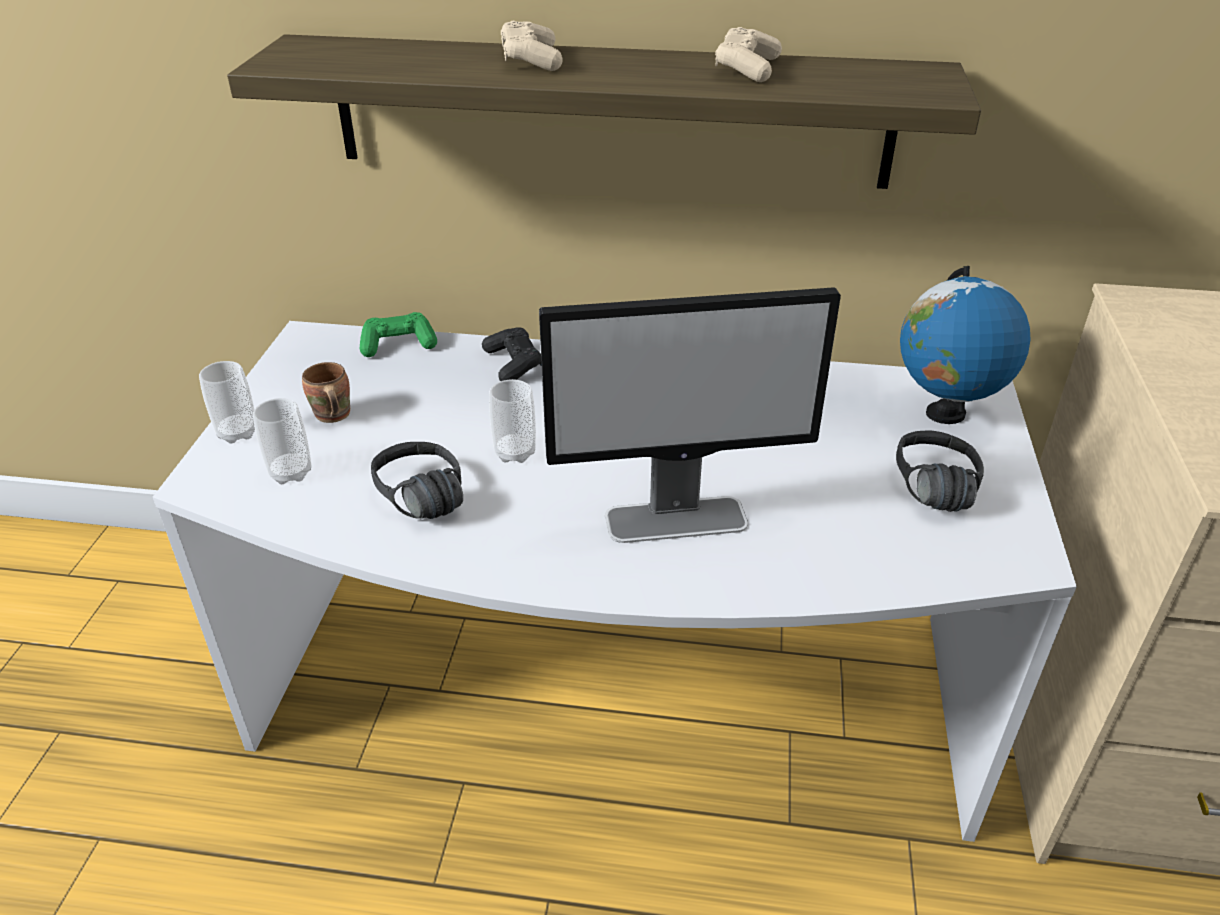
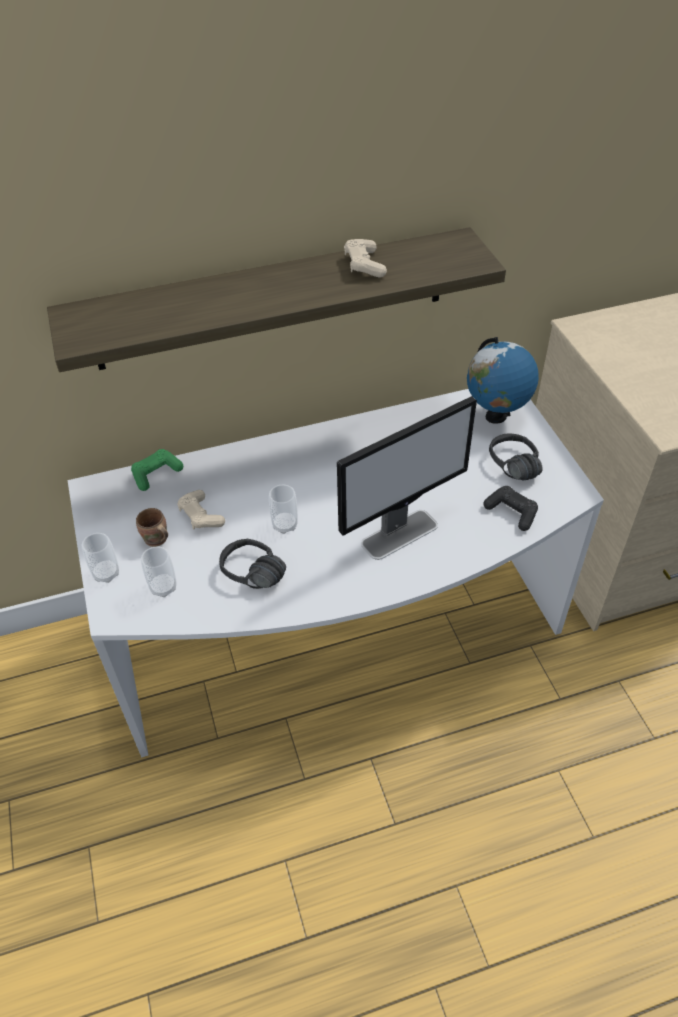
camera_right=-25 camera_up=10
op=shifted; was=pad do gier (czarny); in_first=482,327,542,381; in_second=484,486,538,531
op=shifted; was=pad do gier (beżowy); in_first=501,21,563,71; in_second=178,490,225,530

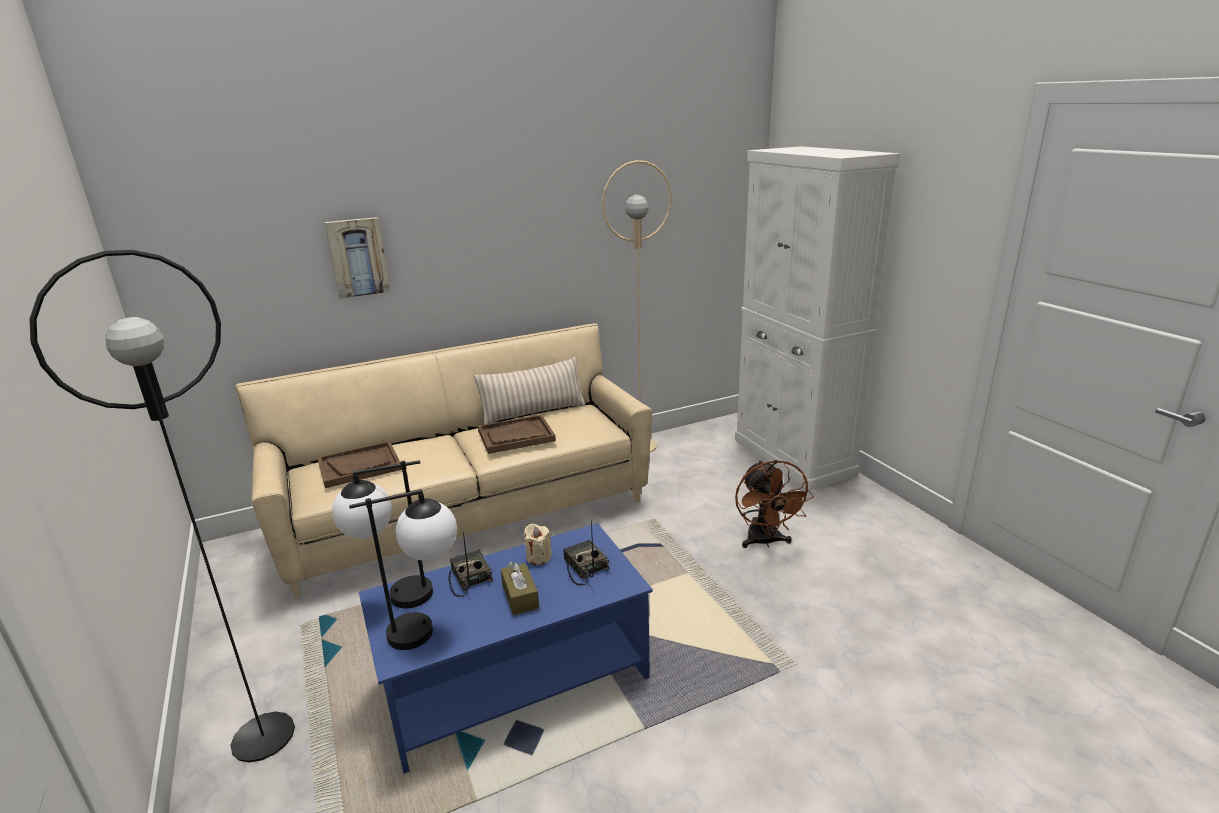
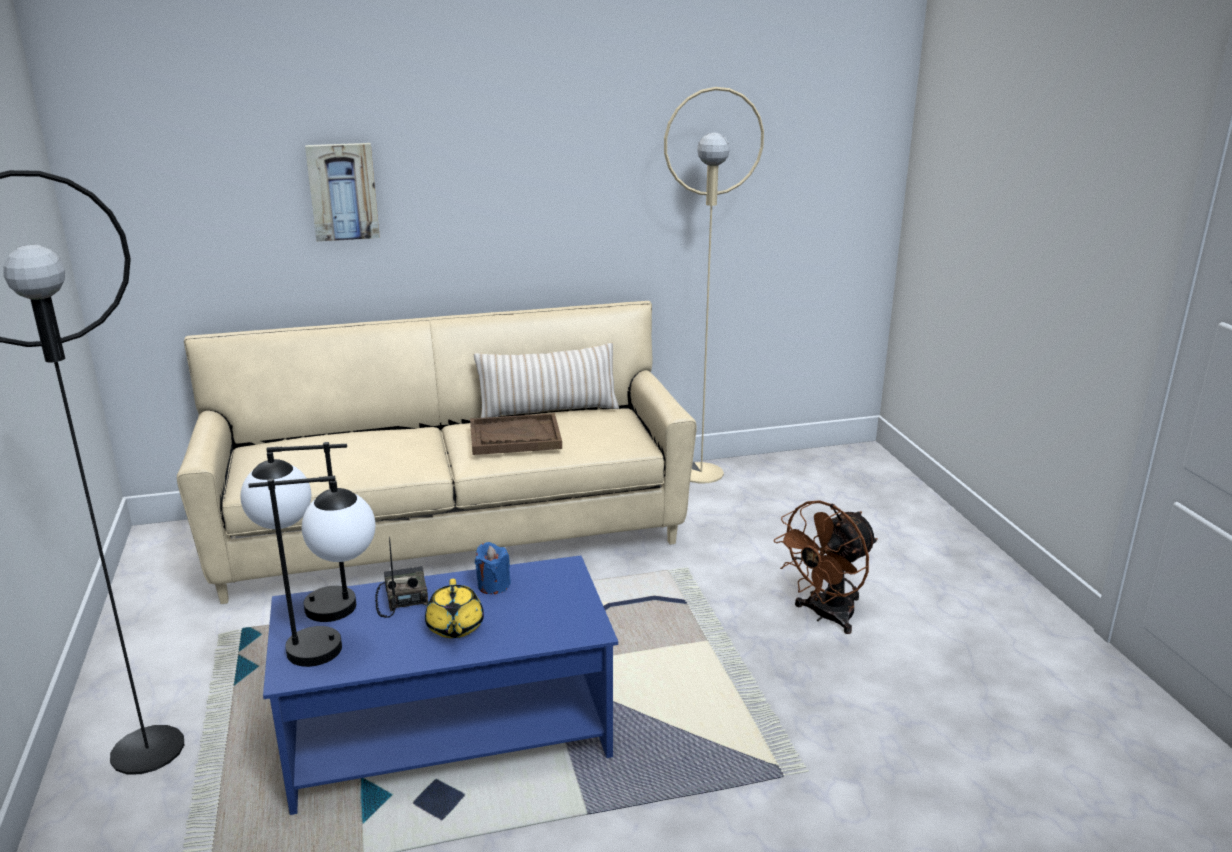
camera_right=10 camera_up=0
op=gone; was=taca (brązowy); in_first=317,441,402,488
op=swapped; was=pudełko chusteczek (brązowy); now=imbryk (żółty); in_first=501,562,539,615; in_second=425,579,484,638
op=repainted; was=świeca (beżowy); now=świeca (niebieski); in_first=524,524,552,565; in_second=475,542,511,594
op=gone; was=radio; in_first=563,521,609,585
op=gone; was=szafka (biały); in_first=735,146,901,491
op=rotated; was=wentylator (brązowy); in_first=735,460,814,548; in_second=774,500,878,634; clockwise=45

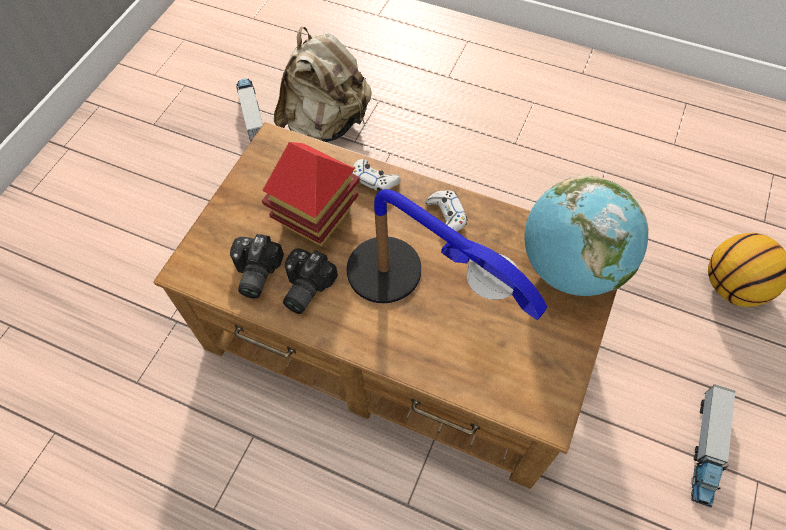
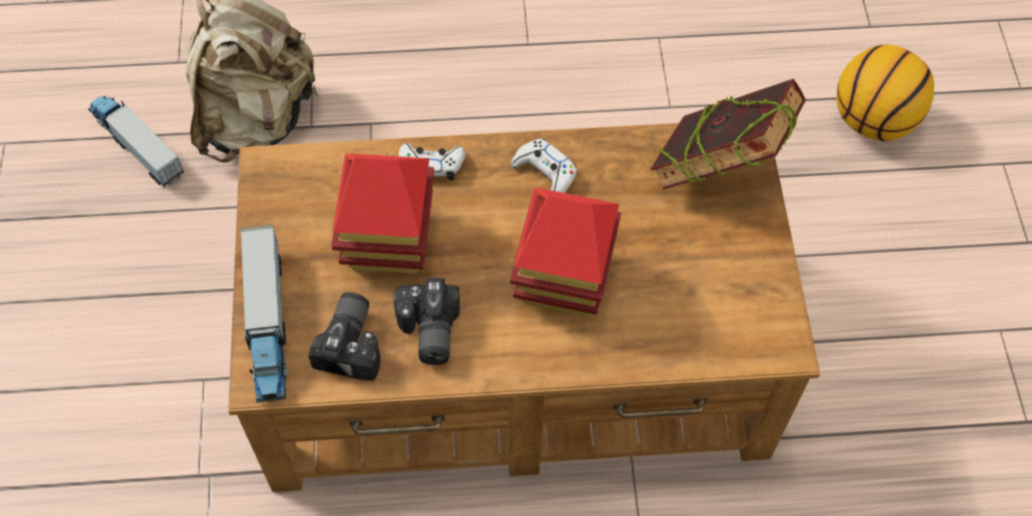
camera_right=-30 camera_up=0
op=rotated; was=aparat fotograficzny; in_first=230,234,284,299; in_second=309,292,381,381; clockwise=-150
op=swapped; was=lampa stołowa; now=domek; in_first=347,189,547,320; in_second=510,187,621,317
op=swapped; was=globus; now=książka; in_first=524,175,648,296; in_second=650,79,806,190
op=shifted; was=ciężarówka zabawkowa; in_first=691,384,735,507; in_second=240,225,288,403

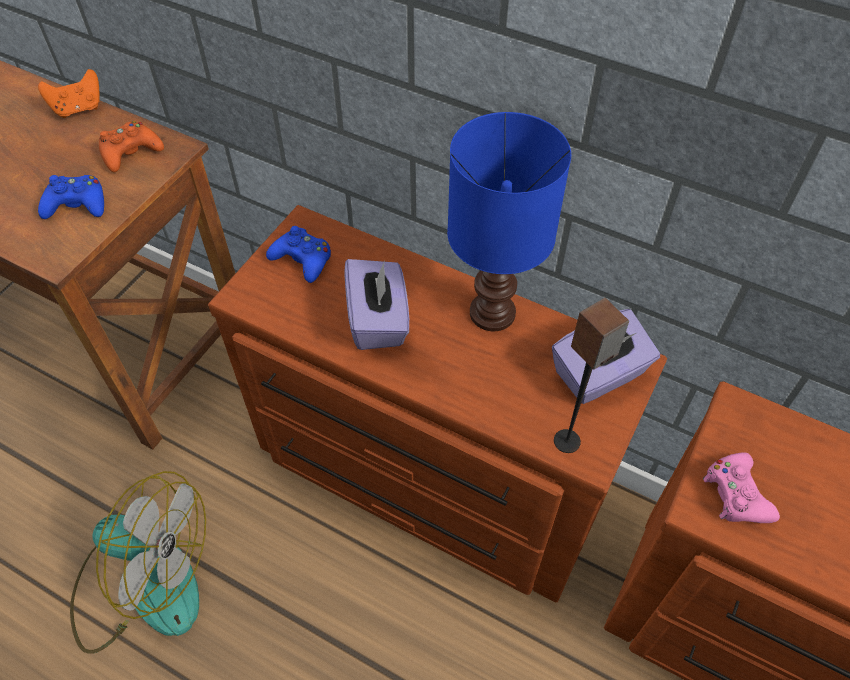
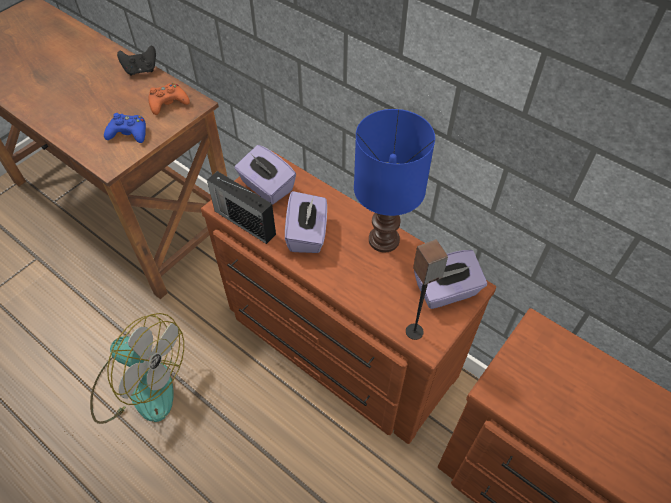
camera_right=10 camera_up=0
op=repainted; was=pad do gier (pomarańczowy); now=pad do gier (czarny); in_first=38,69,99,118; in_second=117,46,156,75
op=swapped; was=pad do gier (niebieski); now=pudełko chusteczek (fioletowy); in_first=266,226,331,283; in_second=235,145,296,205
op=gone; was=pad do gier (różowy); in_first=703,452,780,523
op=new; now=radio; in_second=207,171,276,244

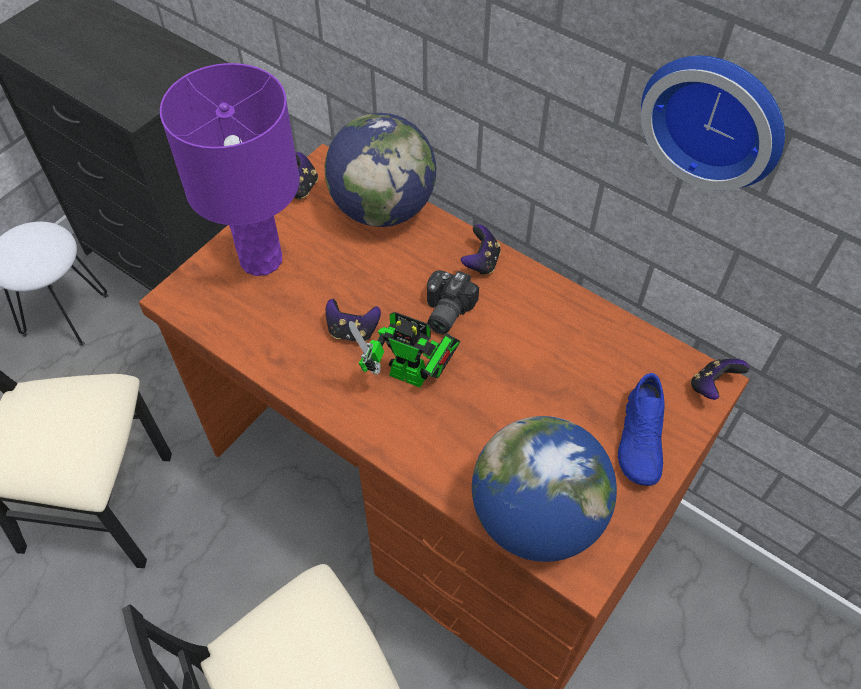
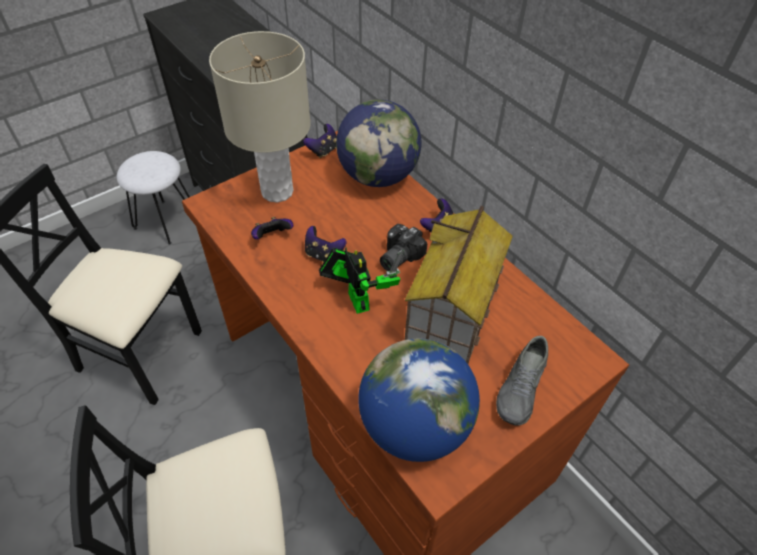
camera_right=15 camera_up=-5
op=repainted; was=lampa stołowa (fioletowy); now=lampa stołowa (beżowy); in_first=160,63,300,276; in_second=209,31,311,203
op=rotated; was=robot zabawkowy; in_first=349,312,461,388; in_second=319,247,405,314; clockwise=-150
op=repainted; was=but (niebieski); now=but (szary); in_first=618,373,664,486; in_second=496,336,548,425
op=gone; was=zegar ścienny; in_first=641,56,785,191
op=shifted; was=pad do gier; in_first=691,359,749,400; in_second=251,217,293,240
op=new; now=domek; in_second=405,206,513,364

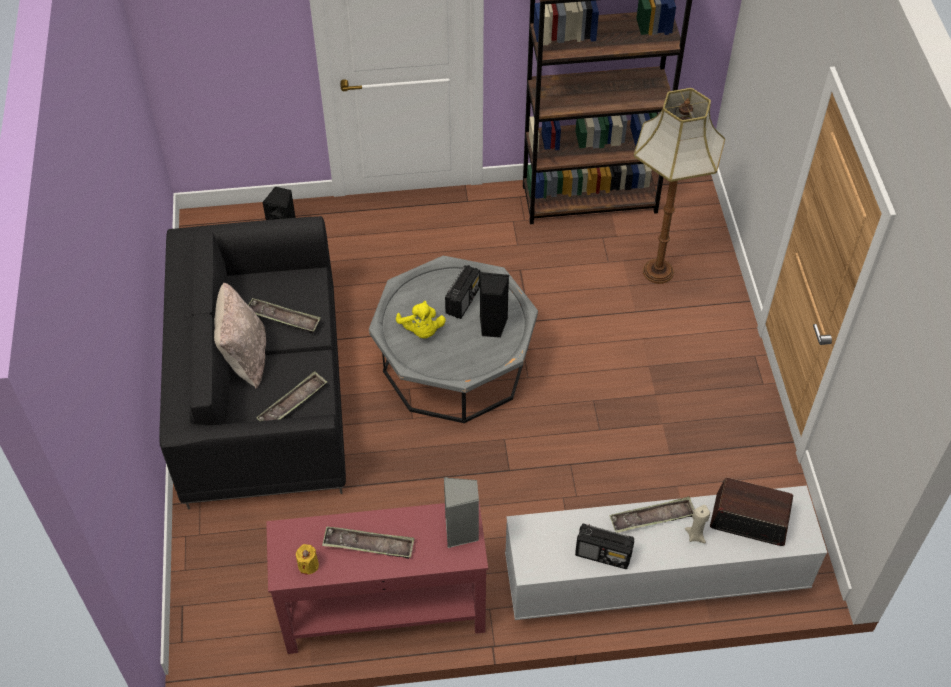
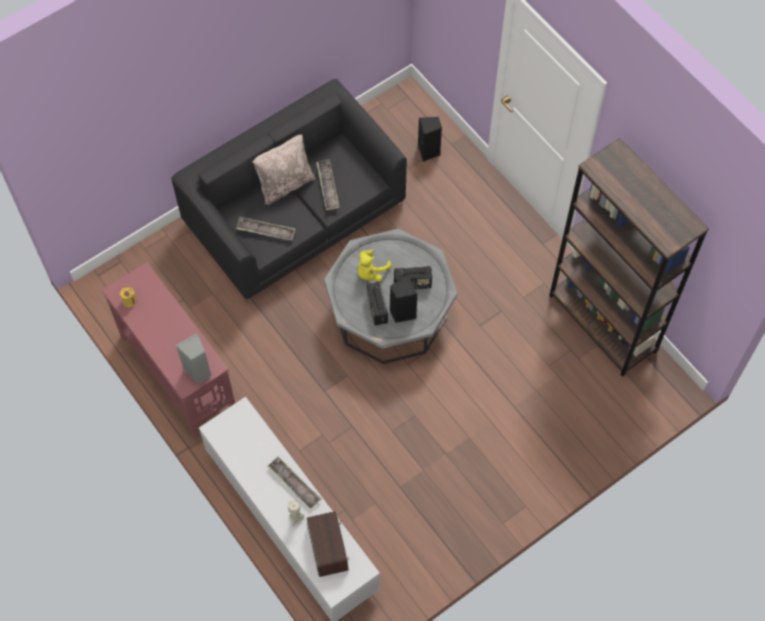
camera_right=60 camera_up=10
op=gone; was=taca; in_first=322,526,414,559
op=shifted; was=radio; in_first=575,524,634,569; in_second=367,282,388,326
op=gone; was=lampa stojąca; in_first=634,88,725,284

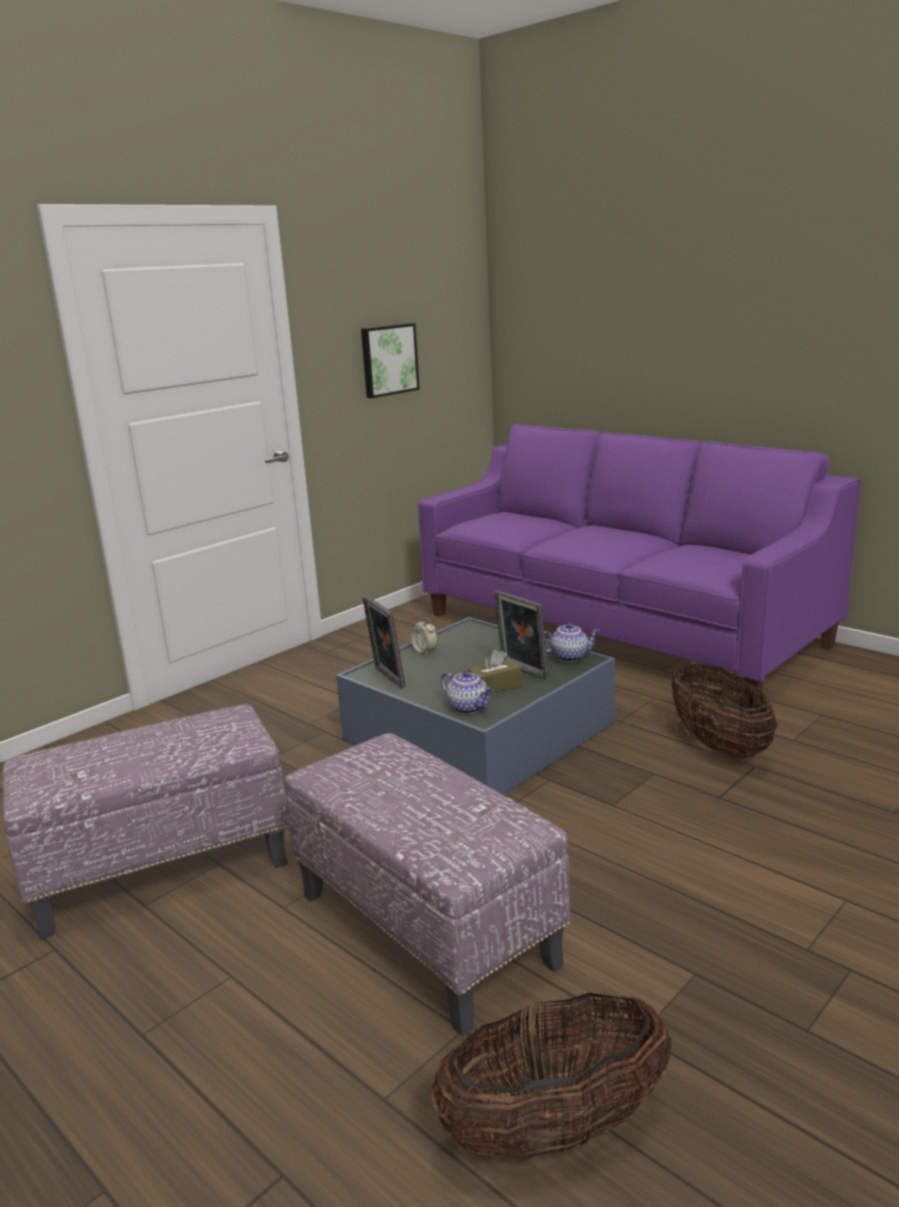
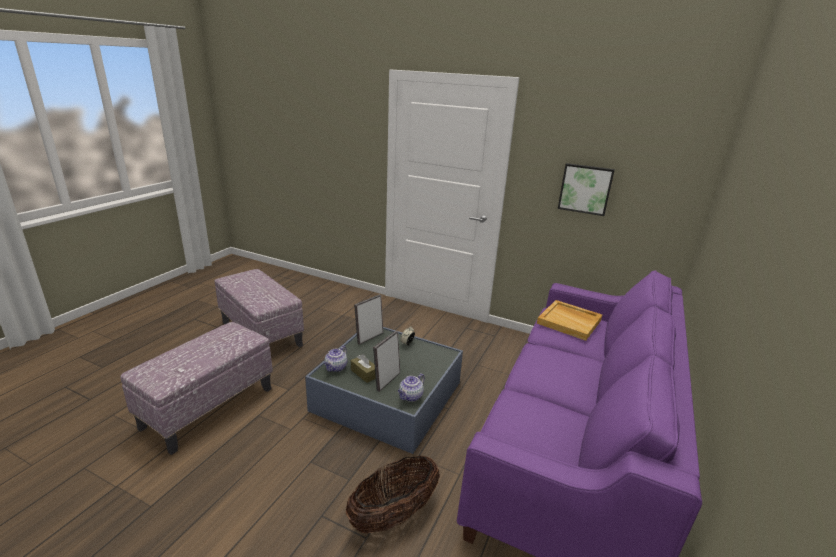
camera_right=70 camera_up=5
op=gone; was=koszyk; in_first=431,991,671,1160
op=rotated; was=imbryk; in_first=544,623,600,662; in_second=398,373,425,402; clockwise=60
op=new; now=taca (beżowy); in_second=537,300,602,341

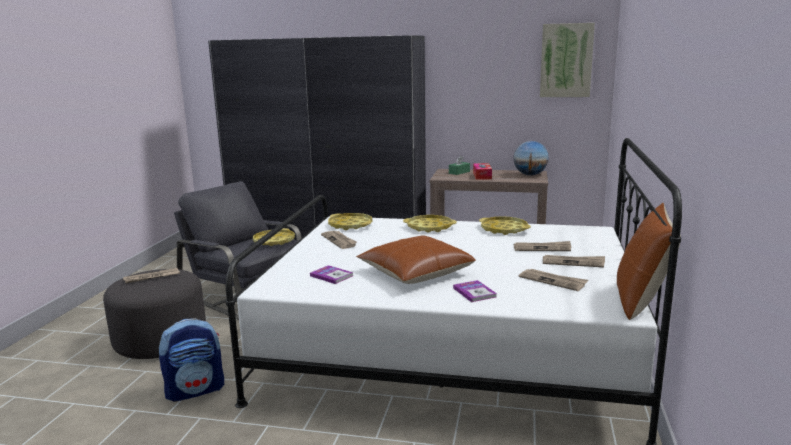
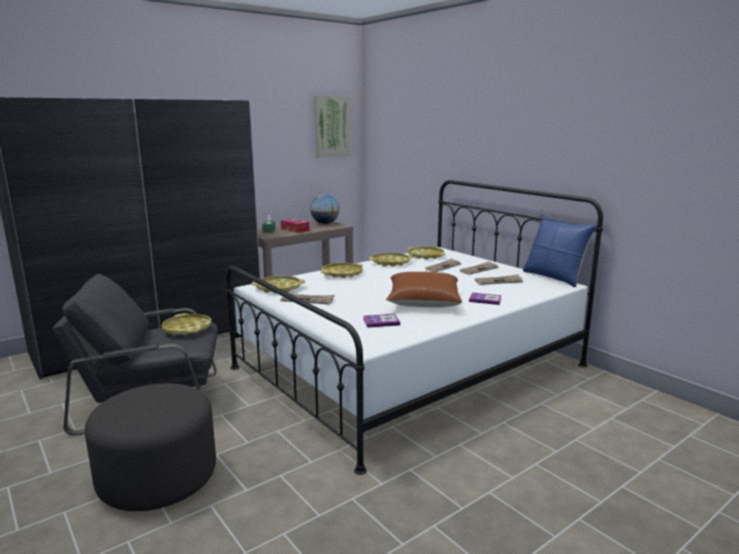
camera_right=-50 camera_up=0
op=gone; was=gazeta; in_first=123,268,180,284
op=gone; was=plecak; in_first=158,318,224,401
op=repainted; was=poduszka (brązowy); now=poduszka (niebieski); in_first=617,203,681,320; in_second=523,214,597,287
op=new; now=taca (żółty); in_second=407,247,446,260

